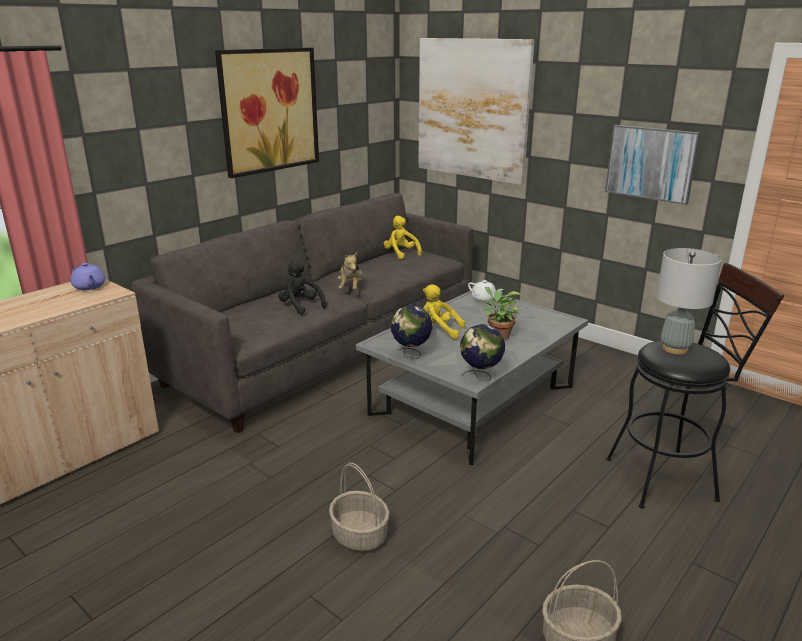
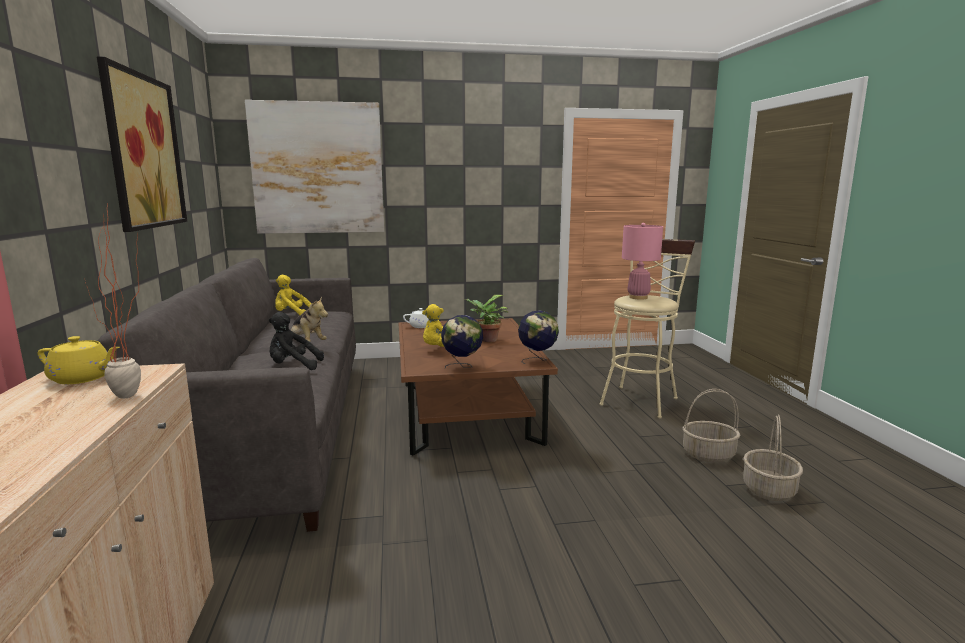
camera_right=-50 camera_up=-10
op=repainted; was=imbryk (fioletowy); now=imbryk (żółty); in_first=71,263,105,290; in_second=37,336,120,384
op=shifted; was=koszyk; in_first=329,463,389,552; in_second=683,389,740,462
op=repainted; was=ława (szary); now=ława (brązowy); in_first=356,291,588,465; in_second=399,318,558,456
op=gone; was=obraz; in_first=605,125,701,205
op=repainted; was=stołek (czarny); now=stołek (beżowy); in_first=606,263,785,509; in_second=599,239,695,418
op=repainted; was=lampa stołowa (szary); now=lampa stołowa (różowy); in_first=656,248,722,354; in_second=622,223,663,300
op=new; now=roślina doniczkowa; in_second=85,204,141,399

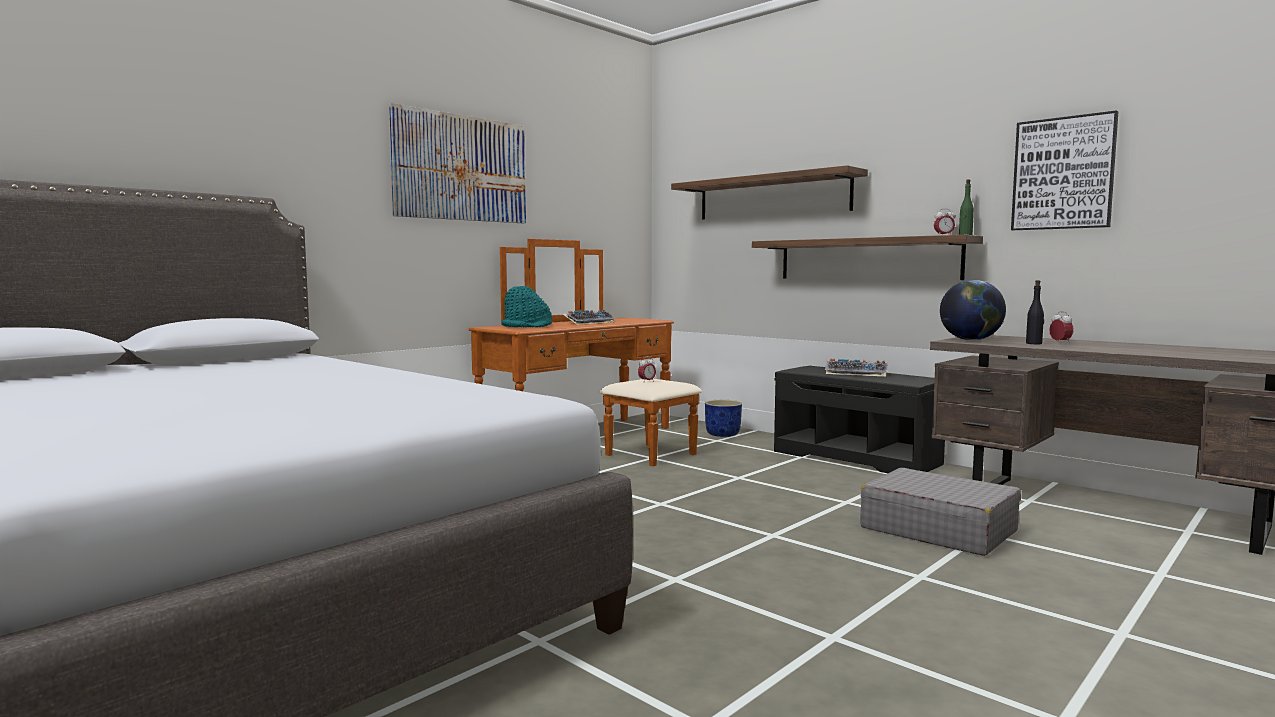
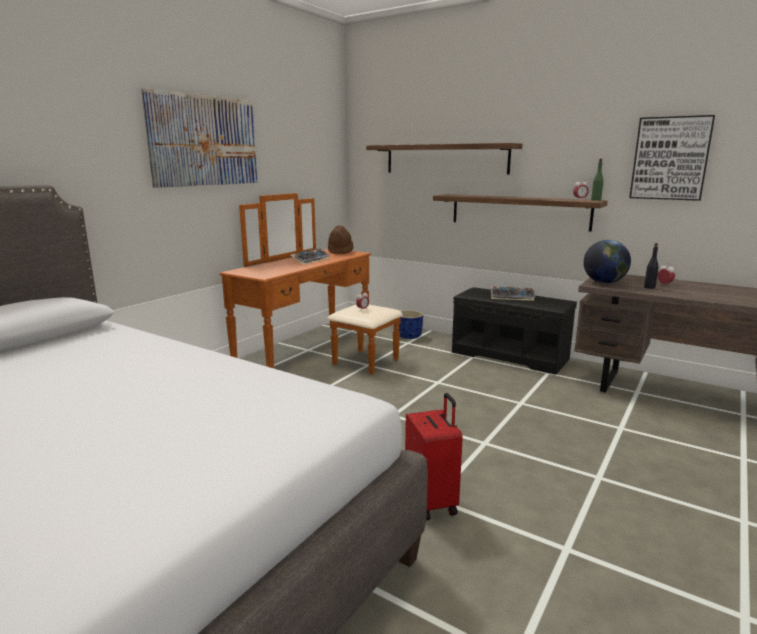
camera_right=-10 camera_up=10
op=gone; was=kapelusz (turkusowy); in_first=502,286,552,327
op=gone; was=walizka (szary); in_first=860,468,1021,556
op=new; now=kapelusz (brązowy); in_second=328,225,353,255
op=new; now=walizka (czerwony); in_second=405,393,463,521

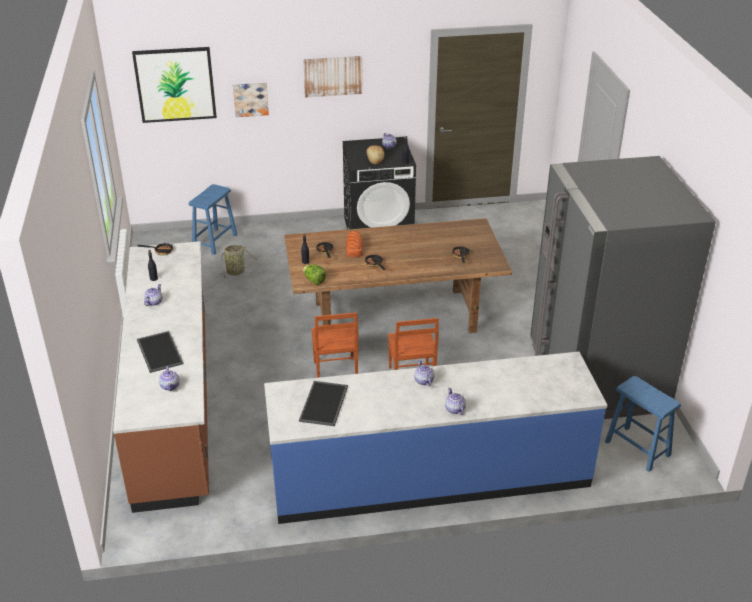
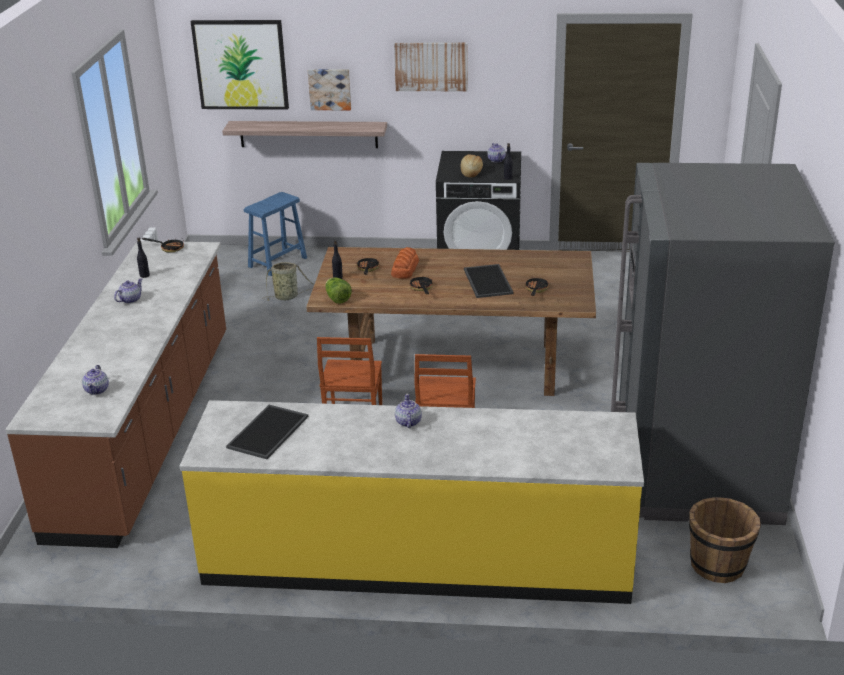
camera_right=15 camera_up=-5
op=shifted; was=taca; in_first=137,331,184,373; in_second=464,264,513,298
op=repainted; was=zabudowa kuchenna (niebieski); now=zabudowa kuchenna (żółty); in_first=264,352,608,524; in_second=179,400,644,604
op=gone; was=imbryk; in_first=445,387,466,415
op=swapped; was=stołek (niebieski); now=wiadro (brązowy); in_first=605,376,681,472; in_second=689,497,761,583
op=new; now=półka; in_second=222,121,387,148

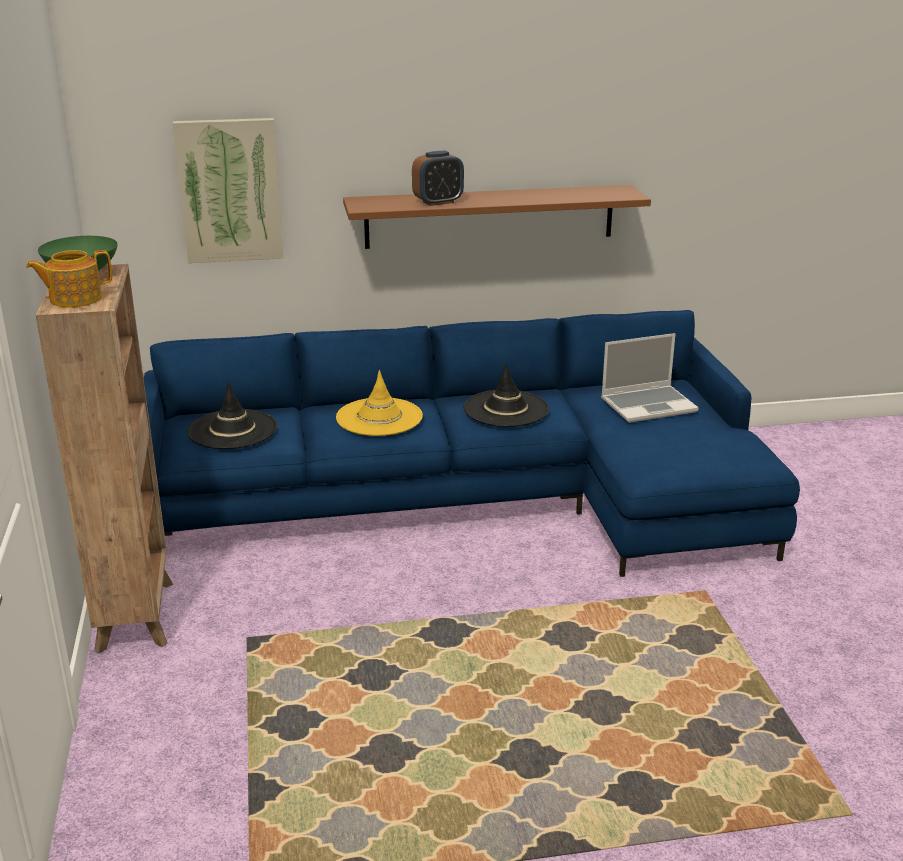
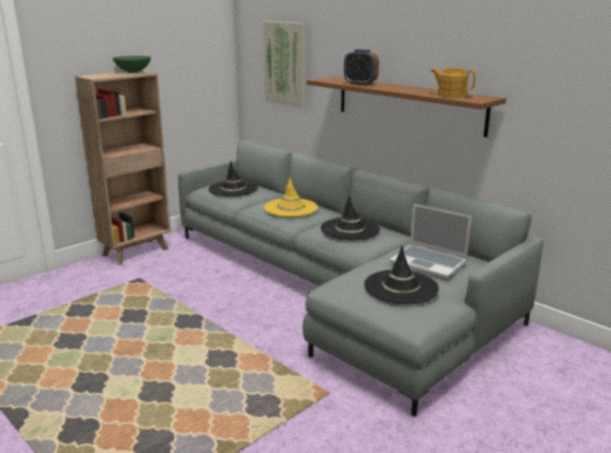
camera_right=55 camera_up=-5
op=shifted; was=imbryk; in_first=26,250,112,307; in_second=431,68,476,98
op=repainted; was=kanapa (niebieski); now=kanapa (szary); in_first=144,310,800,577; in_second=178,140,544,416
op=new; now=kapelusz (czarny); in_second=364,245,439,304

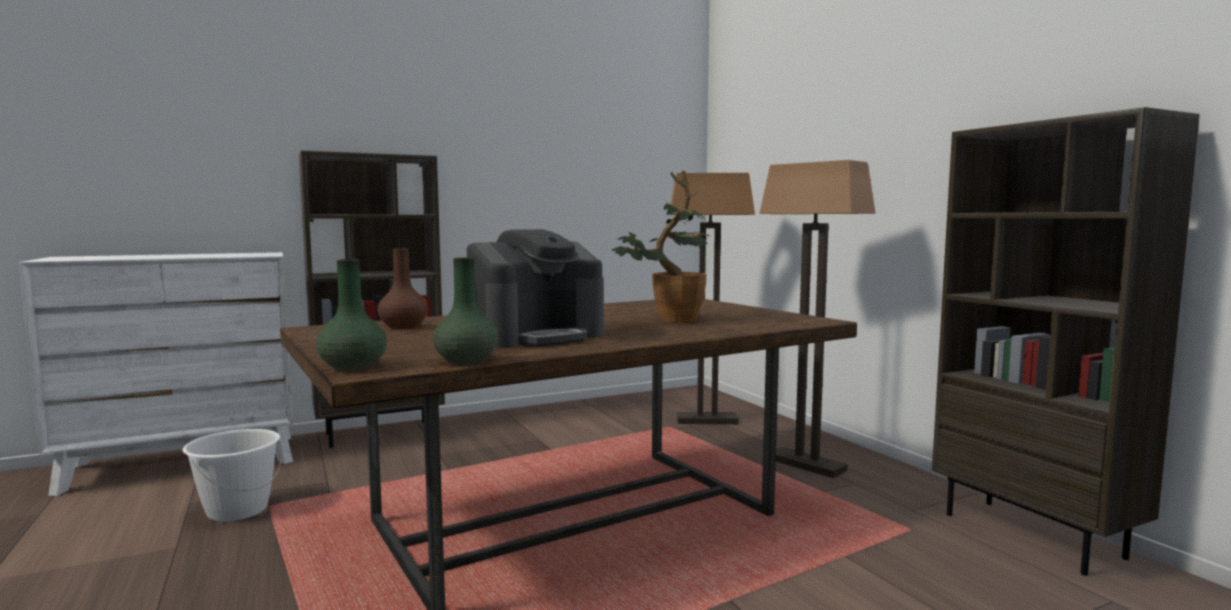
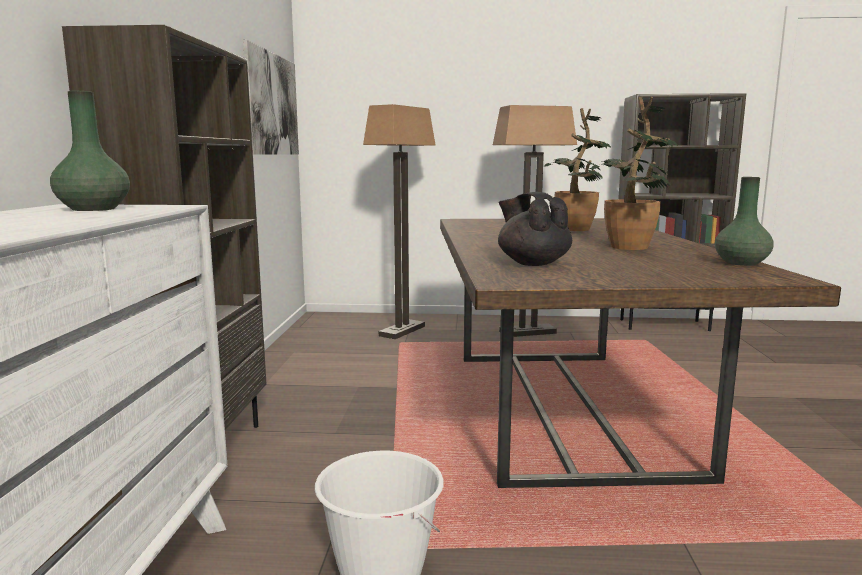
camera_right=-60 camera_up=5
op=shifted; was=wazon (zielony); in_first=316,259,387,371; in_second=50,91,130,211
op=swapped; was=wazon (brązowy); now=imbryk (czarny); in_first=377,248,428,329; in_second=498,192,572,266
op=swapped; was=ekspres do kawy; now=roślina doniczkowa; in_first=467,229,604,348; in_second=591,97,678,250
op=new; now=obraz; in_second=243,40,299,155

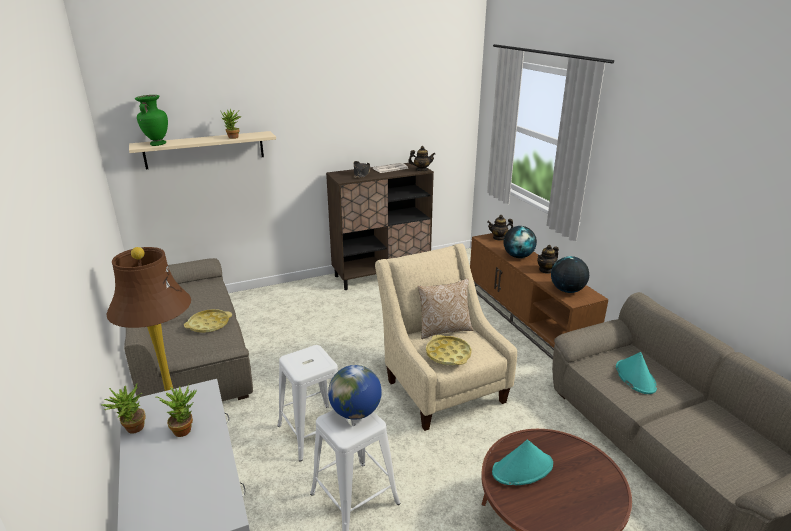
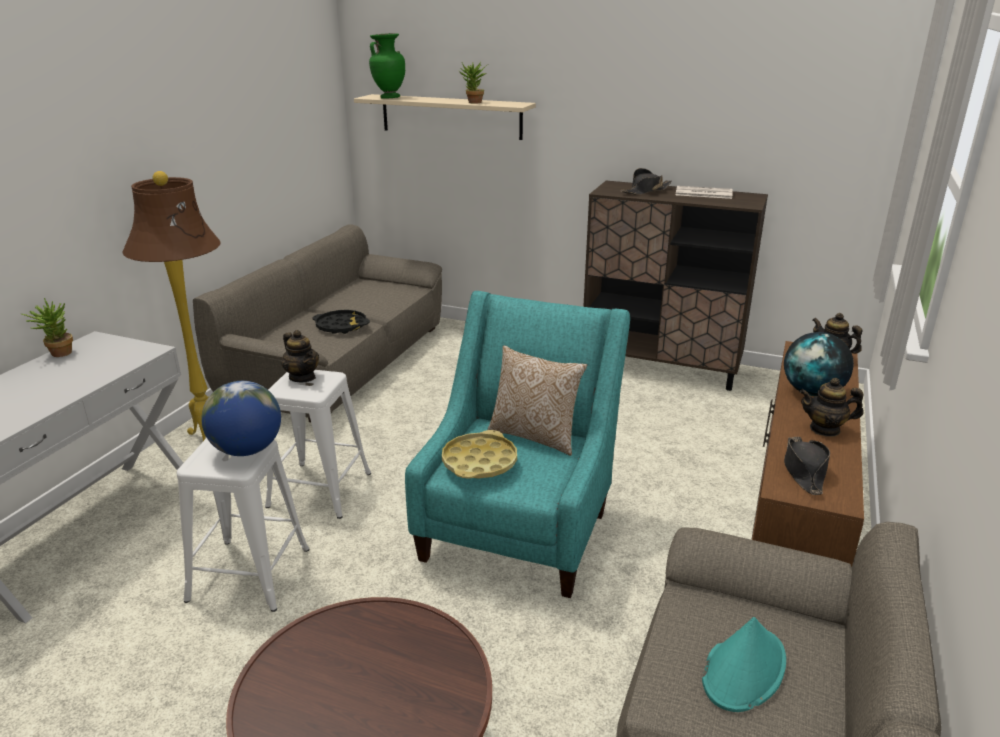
camera_right=45 camera_up=0
op=gone; was=roślina doniczkowa; in_first=156,385,197,437
op=repainted; was=taca (żółty); now=taca (czarny); in_first=184,309,232,333; in_second=313,310,370,334
op=repainted; was=fotel (beżowy); now=fotel (turkusowy); in_first=375,244,517,431; in_second=405,291,630,598
op=shifted; was=imbryk; in_first=408,146,435,171; in_second=281,330,319,382
op=gone; was=kapelusz (turkusowy); in_first=492,440,553,485
op=swapped; was=globus; now=kapelusz (czarny); in_first=551,256,589,293; in_second=784,436,830,495

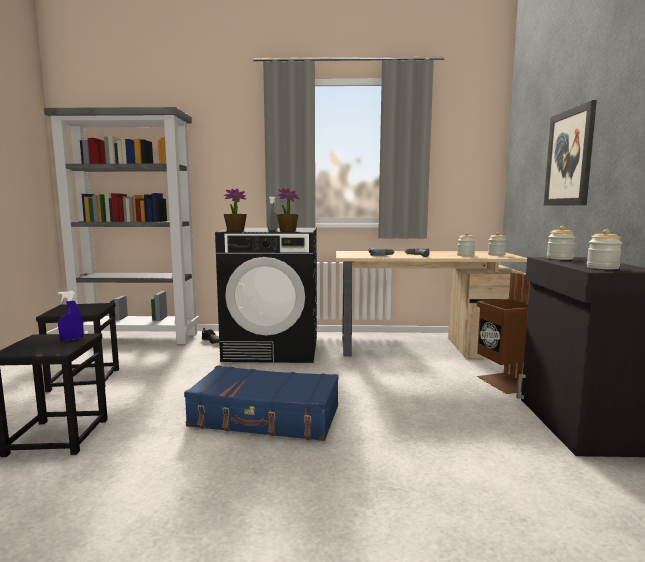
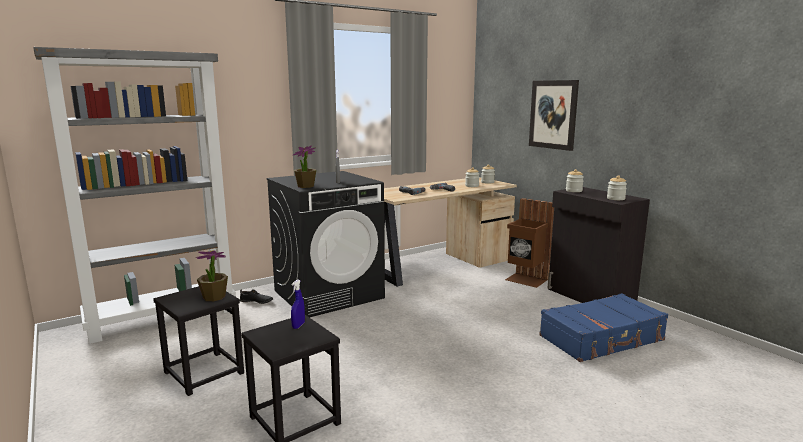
camera_right=-35 camera_up=5
op=shifted; was=walizka (niebieski); in_first=184,365,338,441; in_second=539,293,668,362
op=shifted; was=roślina doniczkowa; in_first=277,188,299,231; in_second=196,250,228,301

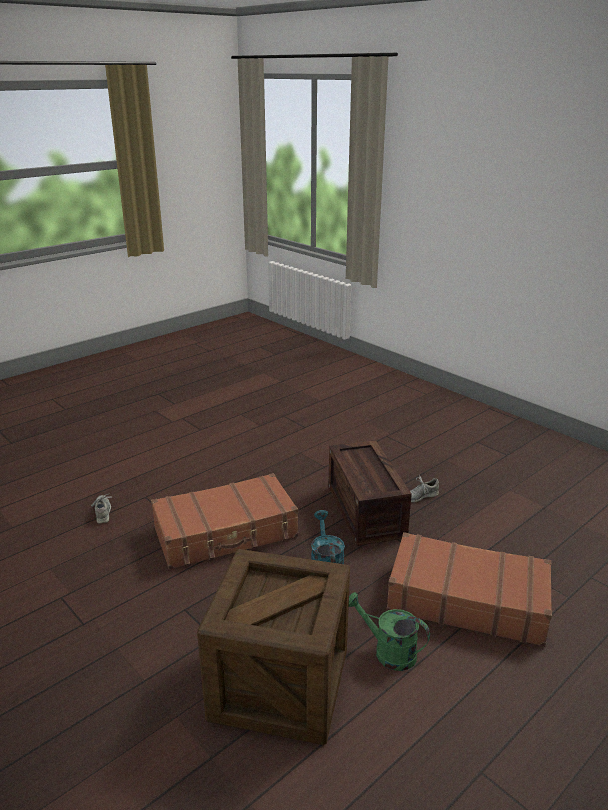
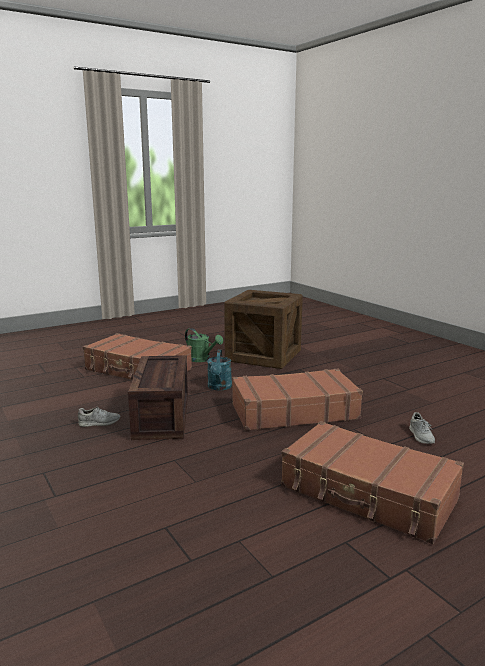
camera_right=-170 camera_up=-10
op=new; now=walizka (brązowy); in_second=281,421,464,544

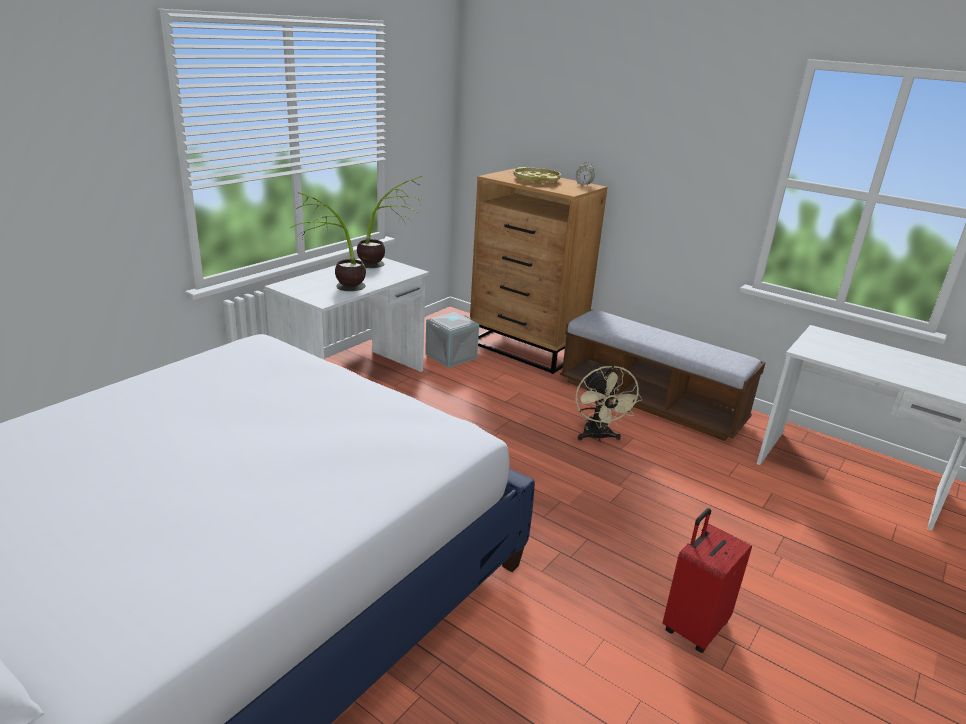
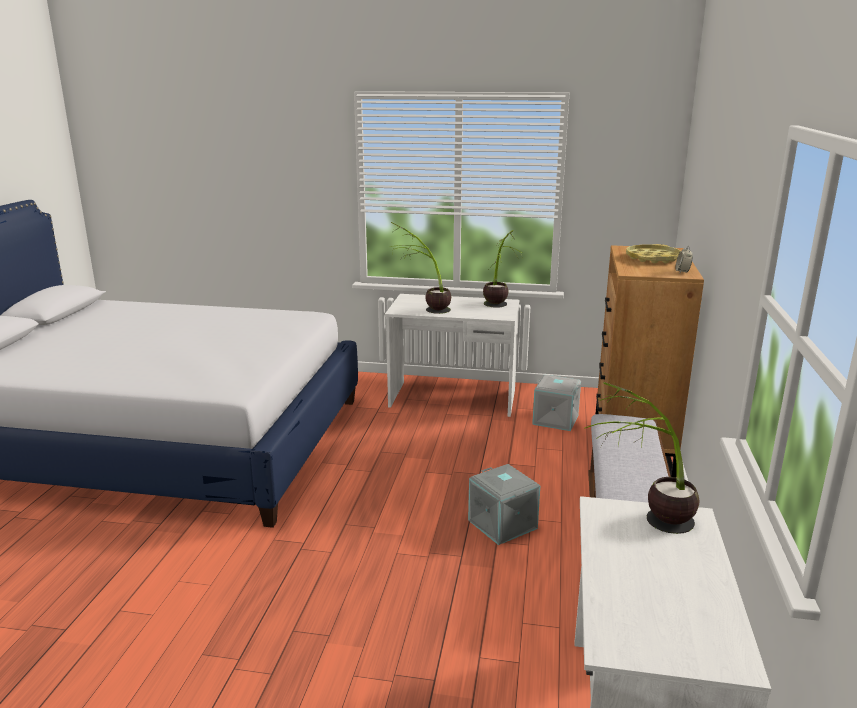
camera_right=65 camera_up=-5
op=swapped; was=wentylator (beżowy); now=pojemnik do przechowywania (szary); in_first=575,365,642,442; in_second=468,464,540,545
op=gone; was=walizka (czerwony); in_first=663,508,752,653
op=new; now=roślina doniczkowa; in_second=584,382,699,534

